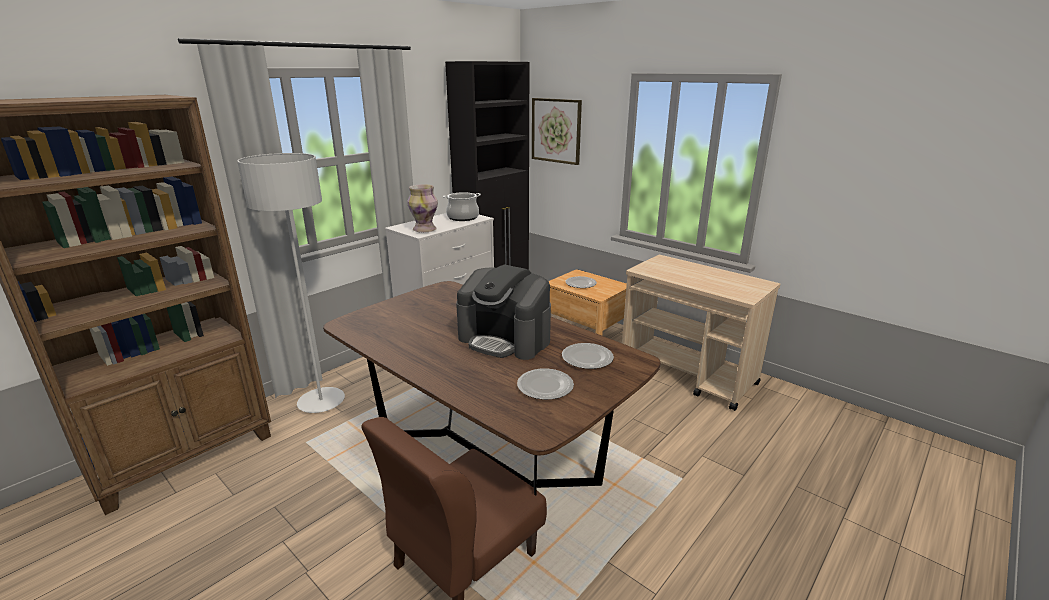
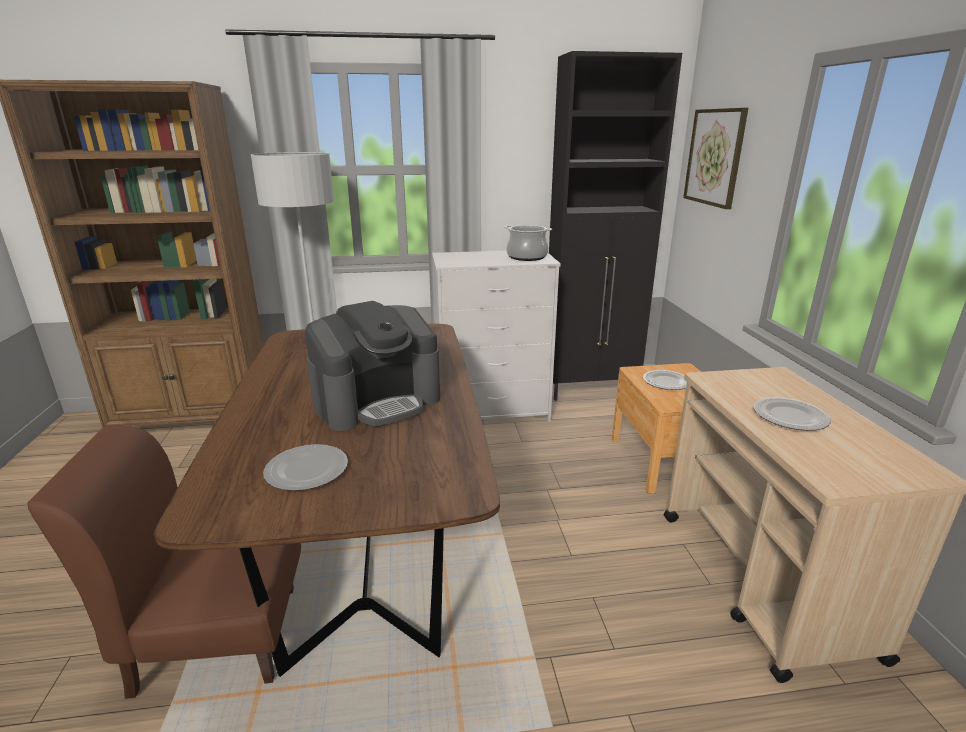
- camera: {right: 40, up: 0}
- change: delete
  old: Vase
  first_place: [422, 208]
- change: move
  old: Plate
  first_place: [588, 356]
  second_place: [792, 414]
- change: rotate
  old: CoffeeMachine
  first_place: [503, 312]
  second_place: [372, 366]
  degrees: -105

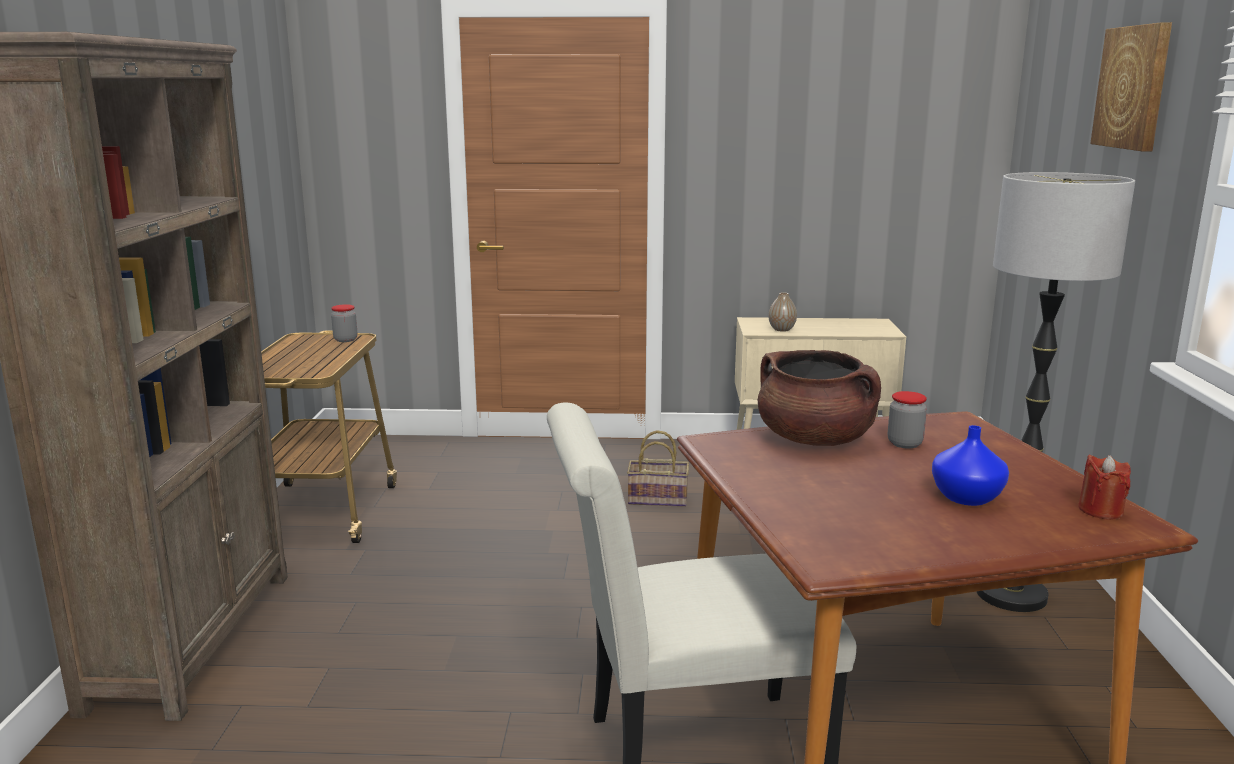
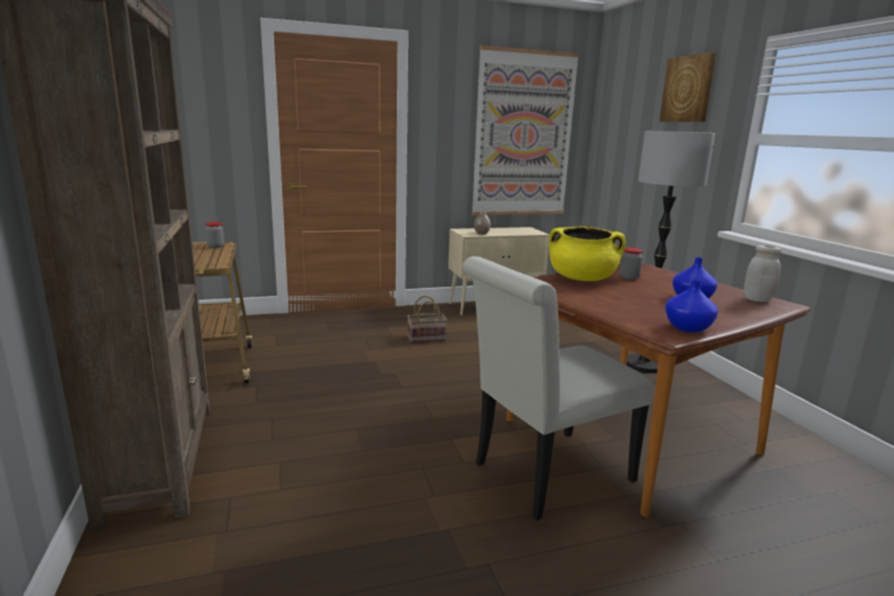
- camera: {right: -20, up: 0}
- change: insert
  new: Picture
  second_place: [525, 130]
- change: insert
  new: BlueVase
  second_place: [691, 305]
- change: replace
  old: RedCandle
  new: WhiteJar
  first_place: [1104, 487]
  second_place: [762, 273]
- change: recolor
  old: BrownCookingPot
  new: YellowCookingPot
  first_place: [819, 398]
  second_place: [587, 253]

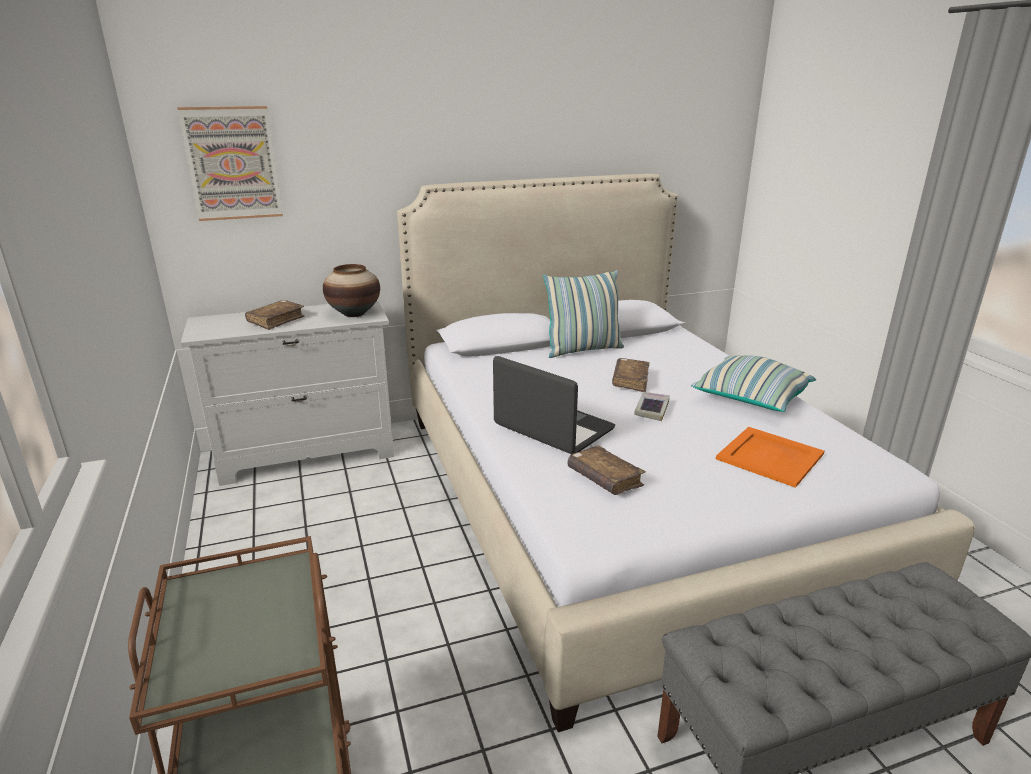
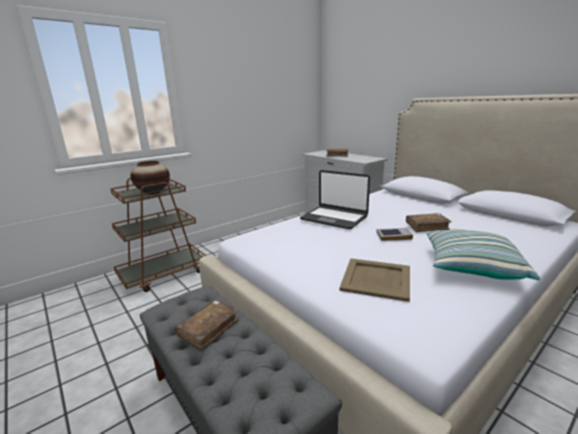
- camera: {right: 70, up: -5}
- change: delete
  old: Picture
  first_place: [230, 163]
- change: delete
  old: Pillow
  first_place: [583, 314]
- change: move
  old: Vase
  first_place: [351, 290]
  second_place: [150, 178]
- change: move
  old: BrownBook
  first_place: [606, 470]
  second_place: [207, 326]
- change: recolor
  old: OrangeTray
  new: BeigeTray
  first_place: [770, 457]
  second_place: [374, 280]
- change: rotate
  old: Laptop
  first_place: [554, 405]
  second_place: [335, 199]
  degrees: 105

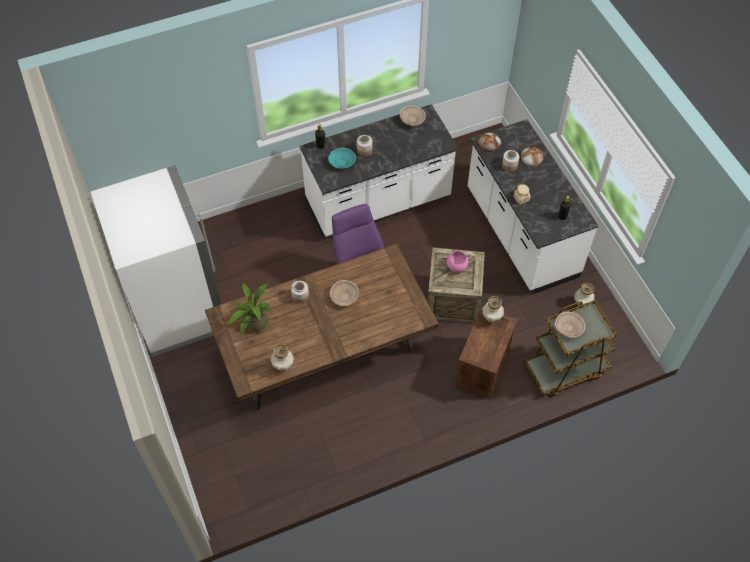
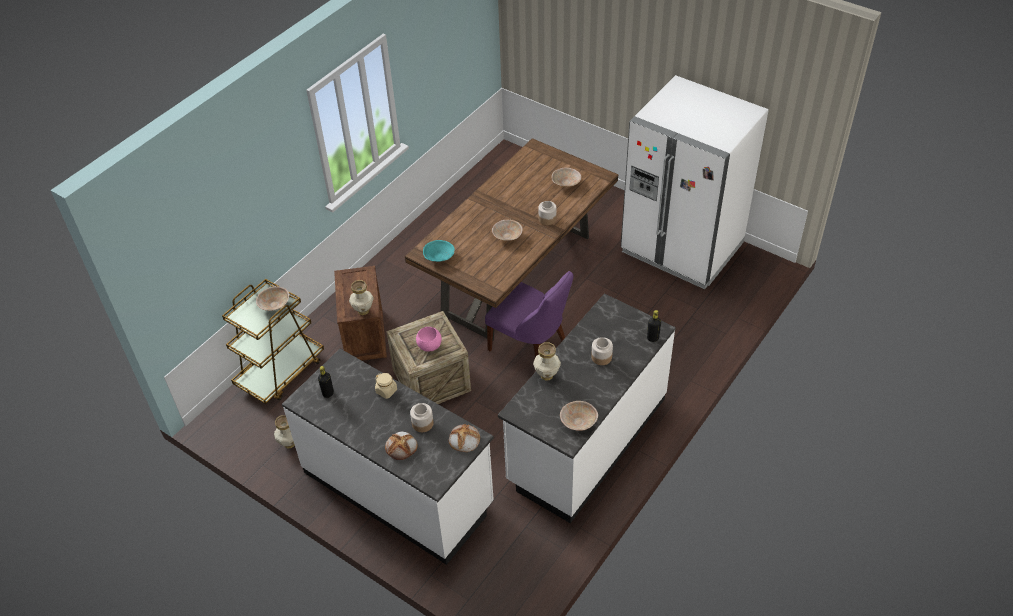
- camera: {right: 150, up: -10}
- change: move
  old: Vase
  first_place: [282, 358]
  second_place: [547, 361]
- change: move
  old: TurquoiseBowl
  first_place: [342, 158]
  second_place: [439, 251]
- change: replace
  old: PottedPlant
  new: BeigeBowl
  first_place: [250, 309]
  second_place: [567, 177]

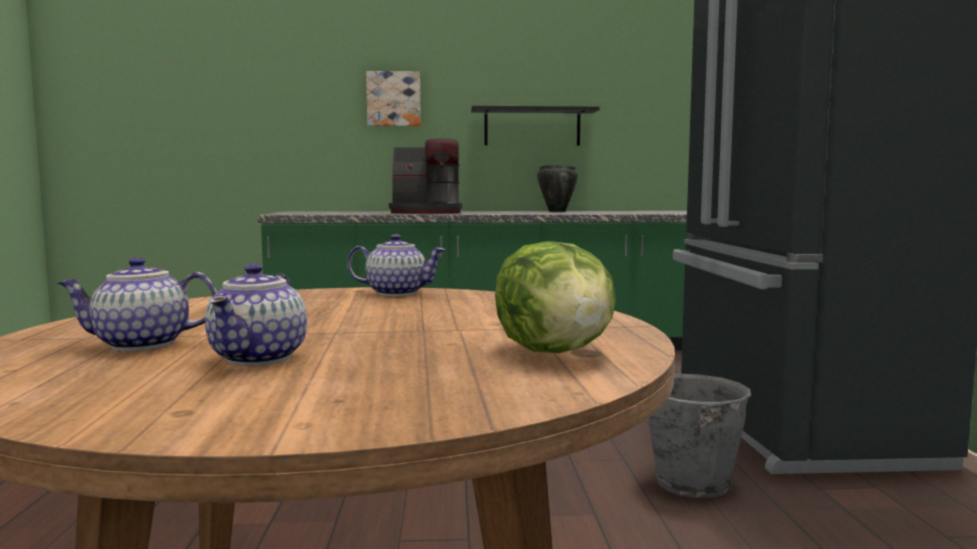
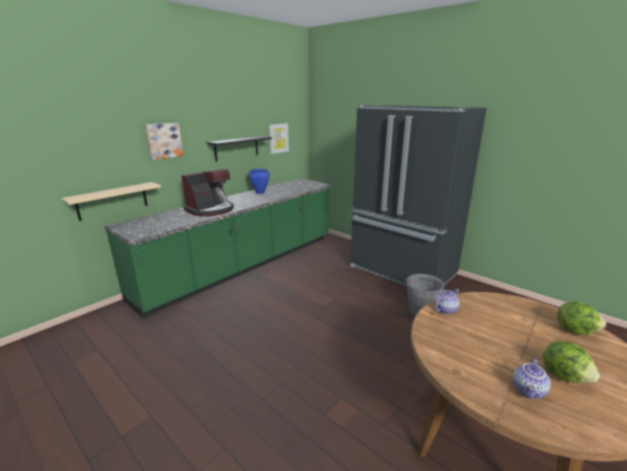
- camera: {right: -45, up: 15}
- change: insert
  new: BeigeShelf
  second_place: [111, 201]
- change: insert
  new: Picture
  second_place: [279, 138]
- change: replace
  old: Teapot
  new: Lettuce
  first_place: [256, 314]
  second_place: [571, 362]
- change: recolor
  old: BlackCookingPot
  new: BlueCookingPot
  first_place: [557, 188]
  second_place: [259, 181]

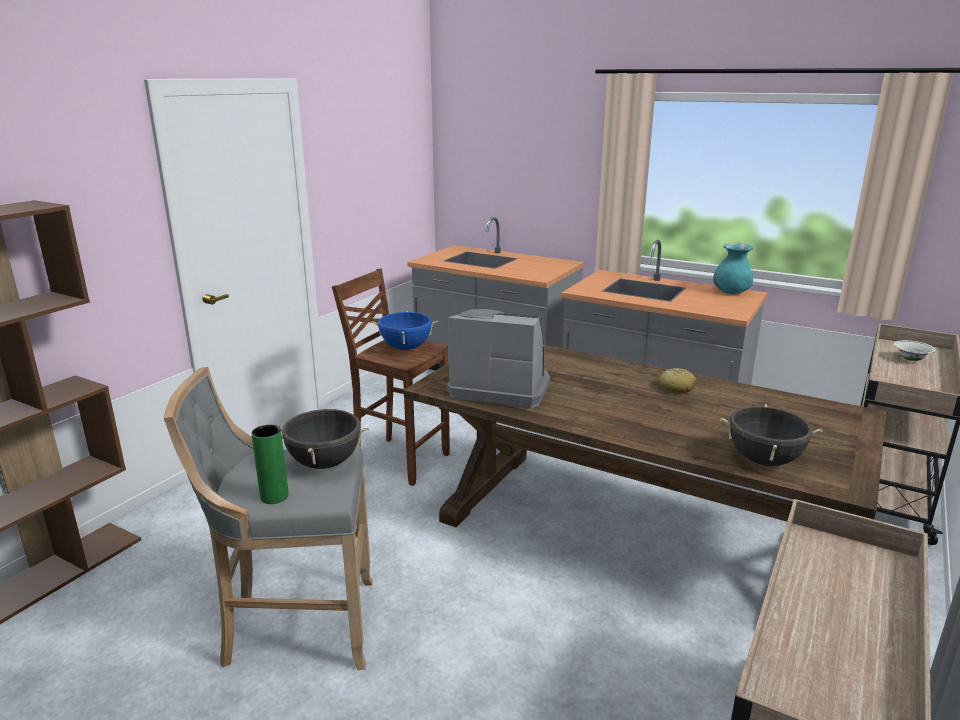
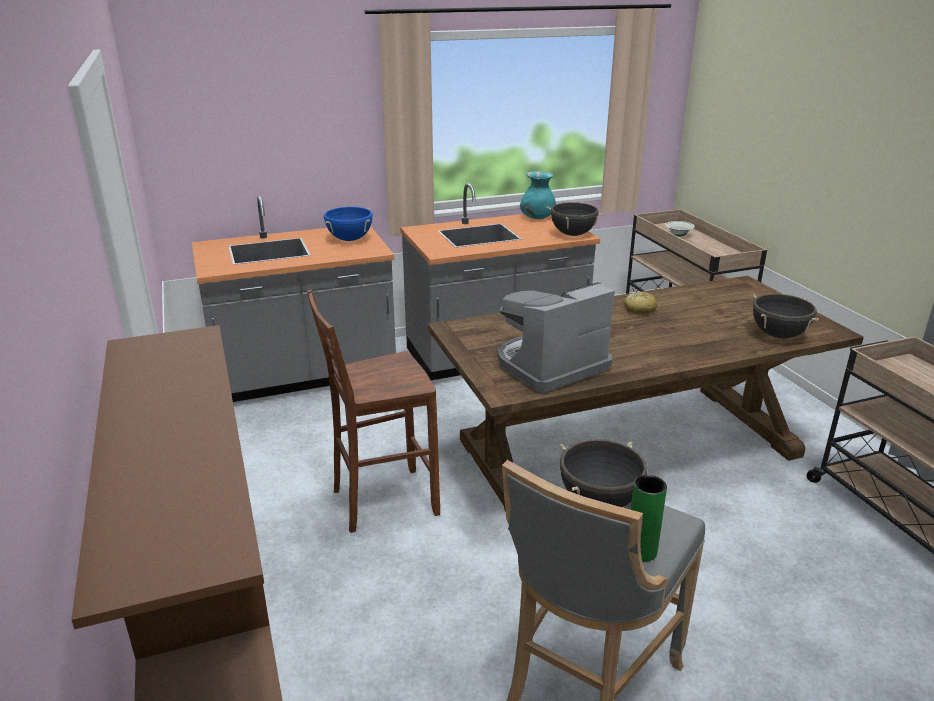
- camera: {right: -50, up: 5}
- change: insert
  new: BlackCookingPot
  second_place: [575, 219]
- change: move
  old: BlueCookingPot
  first_place: [405, 330]
  second_place: [348, 224]

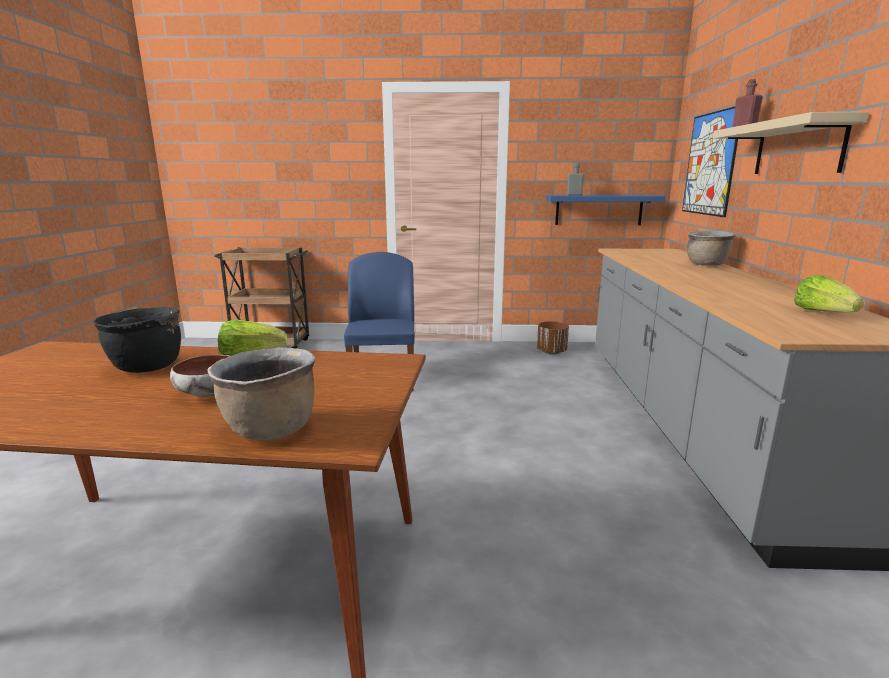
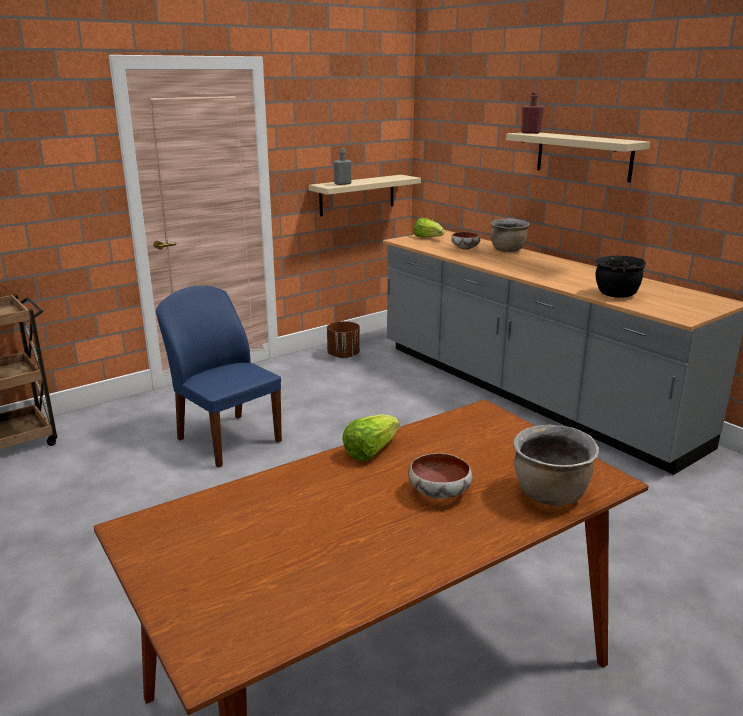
- camera: {right: -40, up: 5}
- change: delete
  old: Picture
  first_place: [710, 161]
- change: insert
  new: Bowl
  second_place: [465, 240]
- change: move
  old: BlackCookingPot
  first_place: [137, 340]
  second_place: [620, 276]
- change: move
  old: Lettuce
  first_place: [829, 293]
  second_place: [429, 227]
- change: recolor
  old: BlueShelf
  new: BeigeShelf
  first_place: [605, 210]
  second_place: [365, 195]

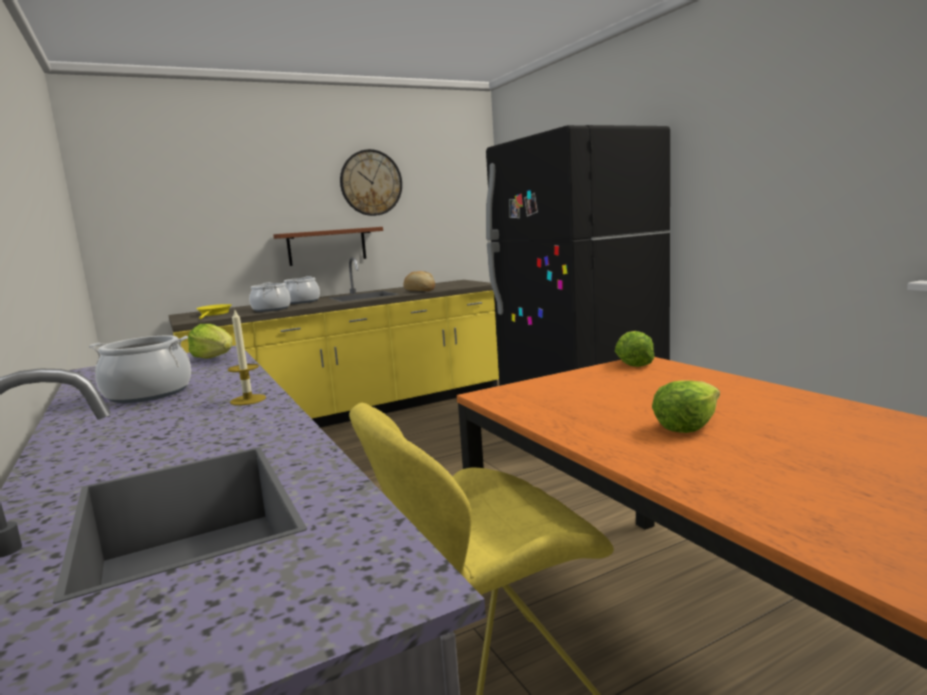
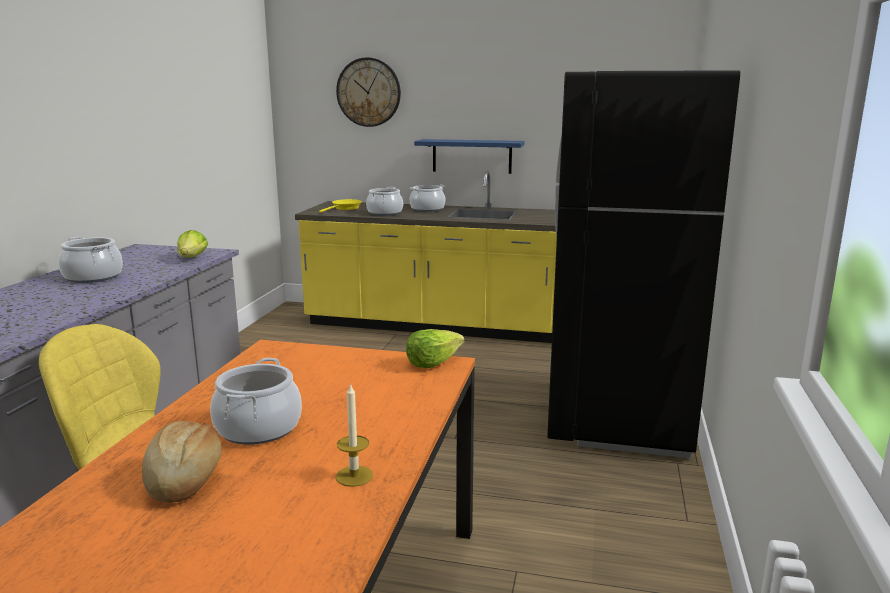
- camera: {right: 40, up: 5}
- change: move
  old: Candle
  first_place: [247, 356]
  second_place: [354, 435]
- change: move
  old: WallClock
  first_place: [371, 182]
  second_place: [368, 92]
- change: move
  old: Bread
  first_place: [419, 281]
  second_place: [182, 462]
- change: replace
  old: Lettuce
  new: CookingPot
  first_place: [686, 406]
  second_place: [256, 401]
- change: recolor
  old: BrownShelf
  new: BlueShelf
  first_place: [328, 246]
  second_place: [469, 156]

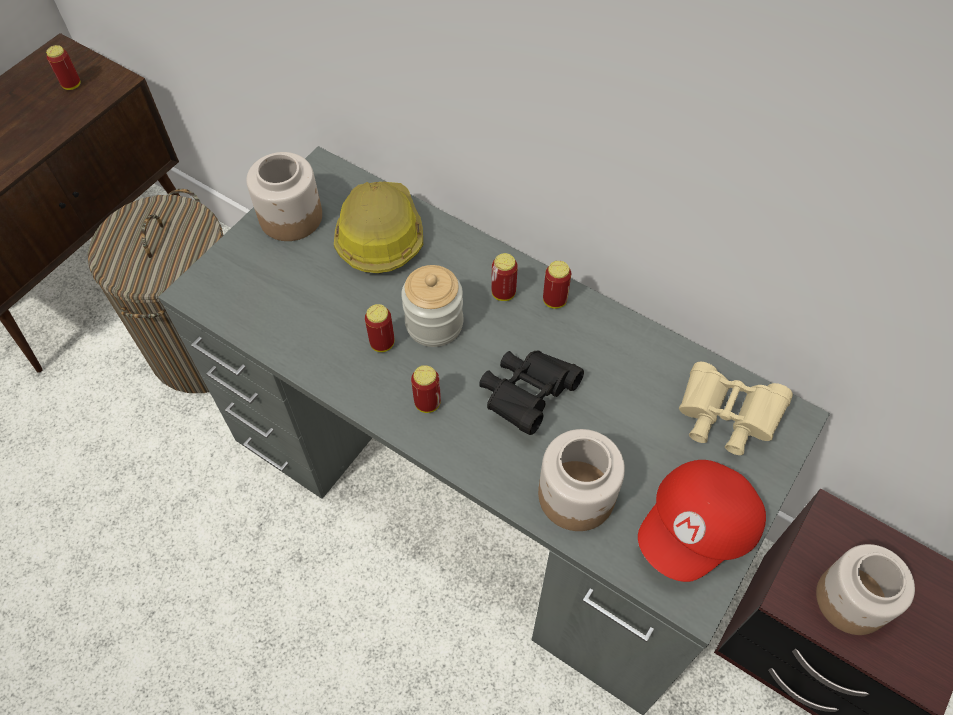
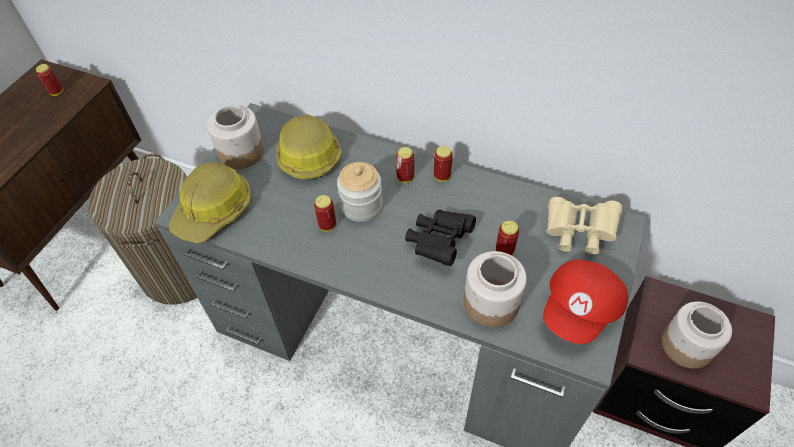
- camera: {right: -10, up: -5}
- change: insert
  new: HardHat
  second_place: [210, 203]
- change: move
  old: Can
  first_place: [426, 389]
  second_place: [507, 238]

